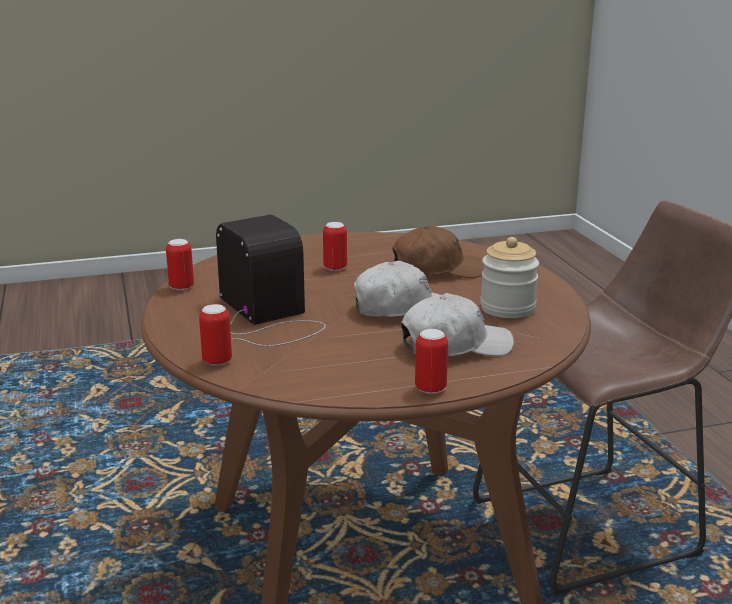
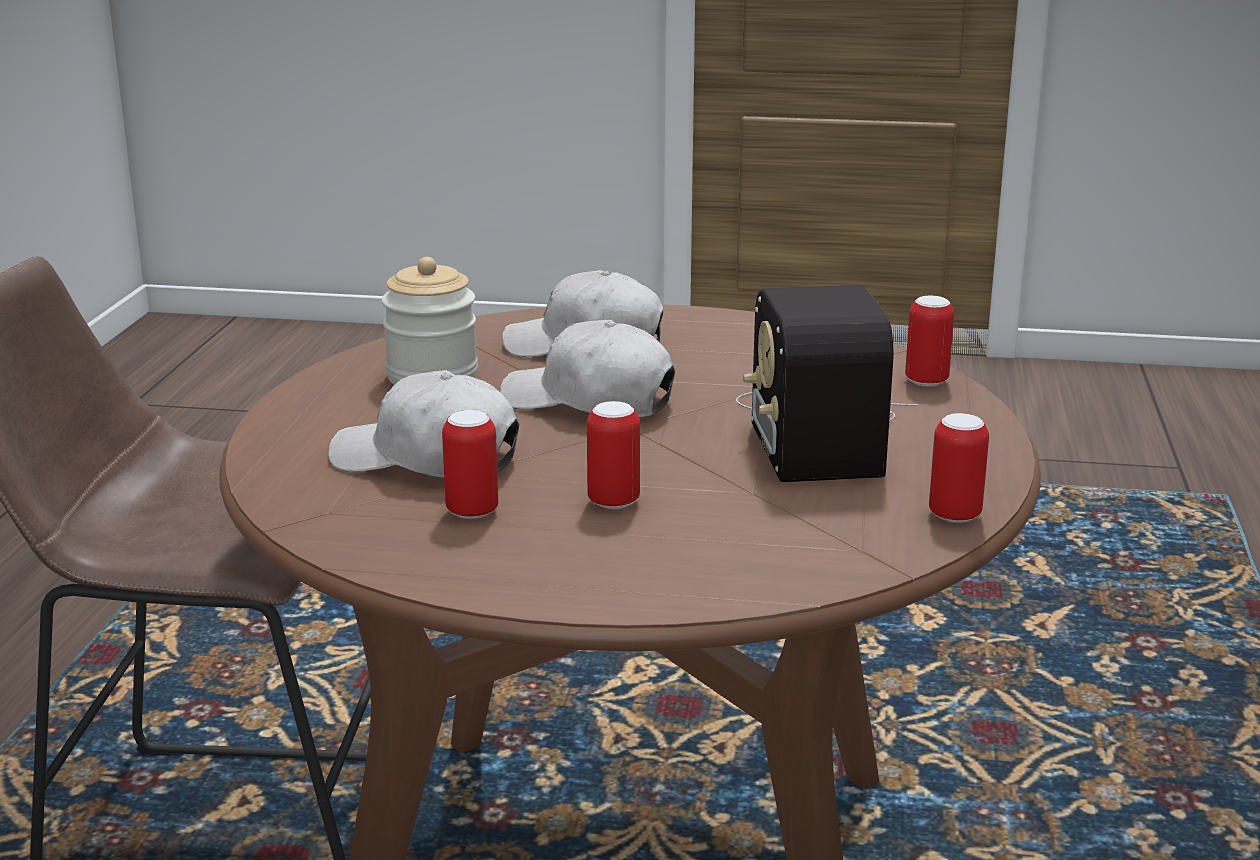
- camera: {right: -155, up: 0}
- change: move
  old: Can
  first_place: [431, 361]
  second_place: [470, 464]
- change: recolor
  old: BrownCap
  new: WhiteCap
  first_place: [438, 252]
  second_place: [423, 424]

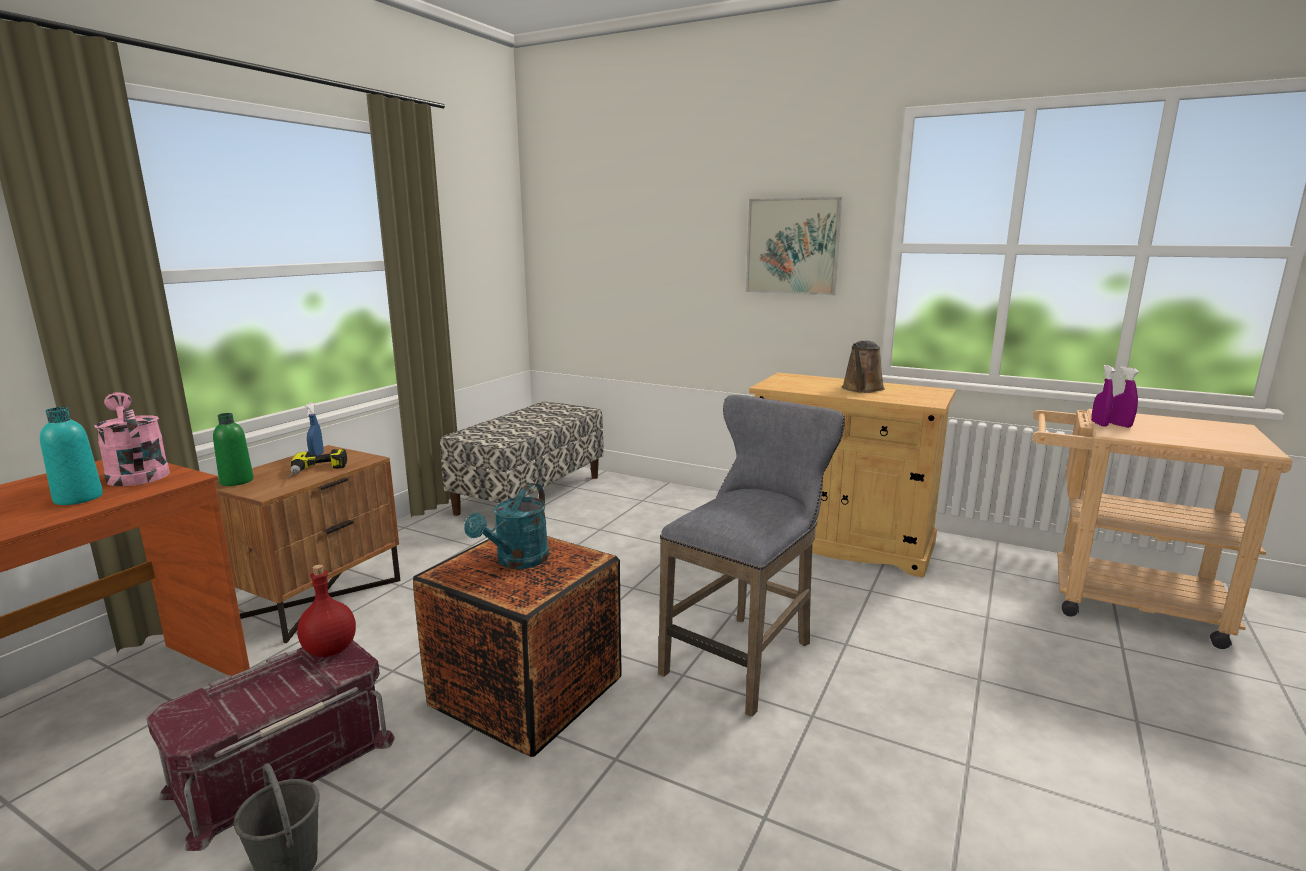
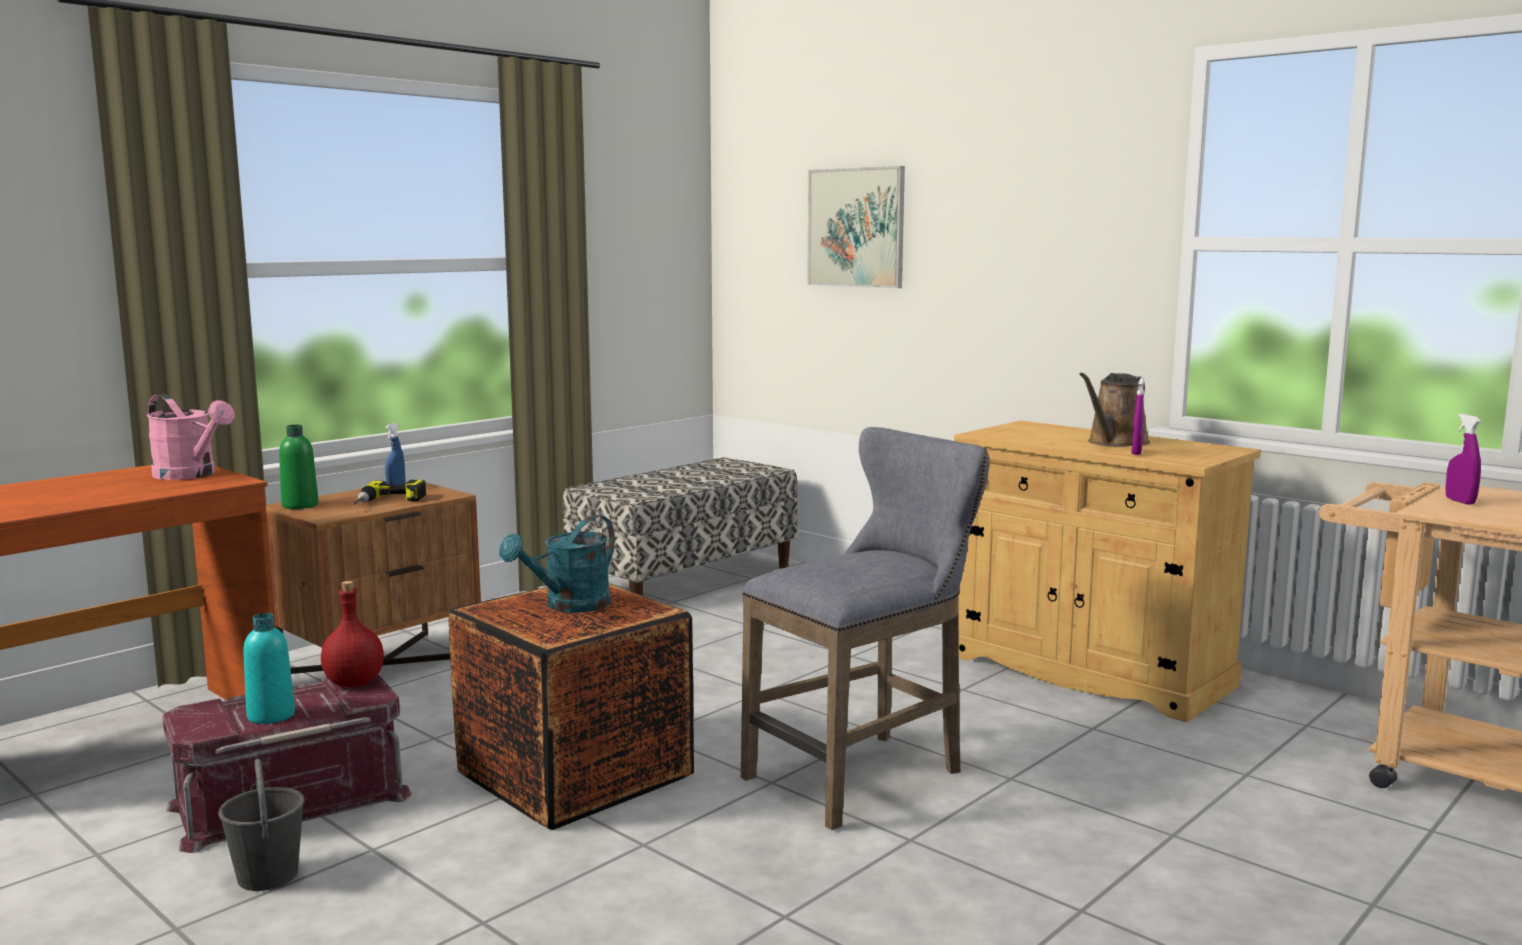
- camera: {right: 15, up: -5}
- change: move
  old: TurquoiseBottle
  first_place: [71, 456]
  second_place: [269, 668]
- change: move
  old: Picture
  first_place: [794, 246]
  second_place: [856, 227]
- change: move
  old: PurpleSprayBottle
  first_place: [1103, 396]
  second_place: [1138, 416]
- change: rotate
  old: PinkWateringCan
  first_place: [132, 439]
  second_place: [191, 437]
  degrees: 150

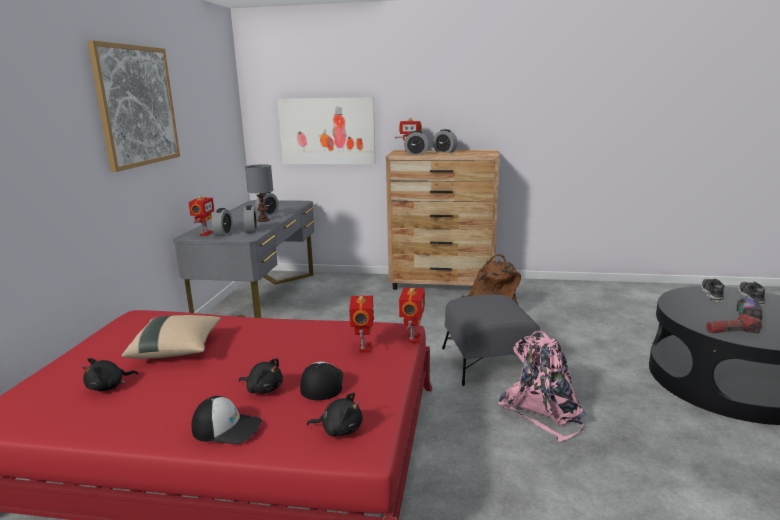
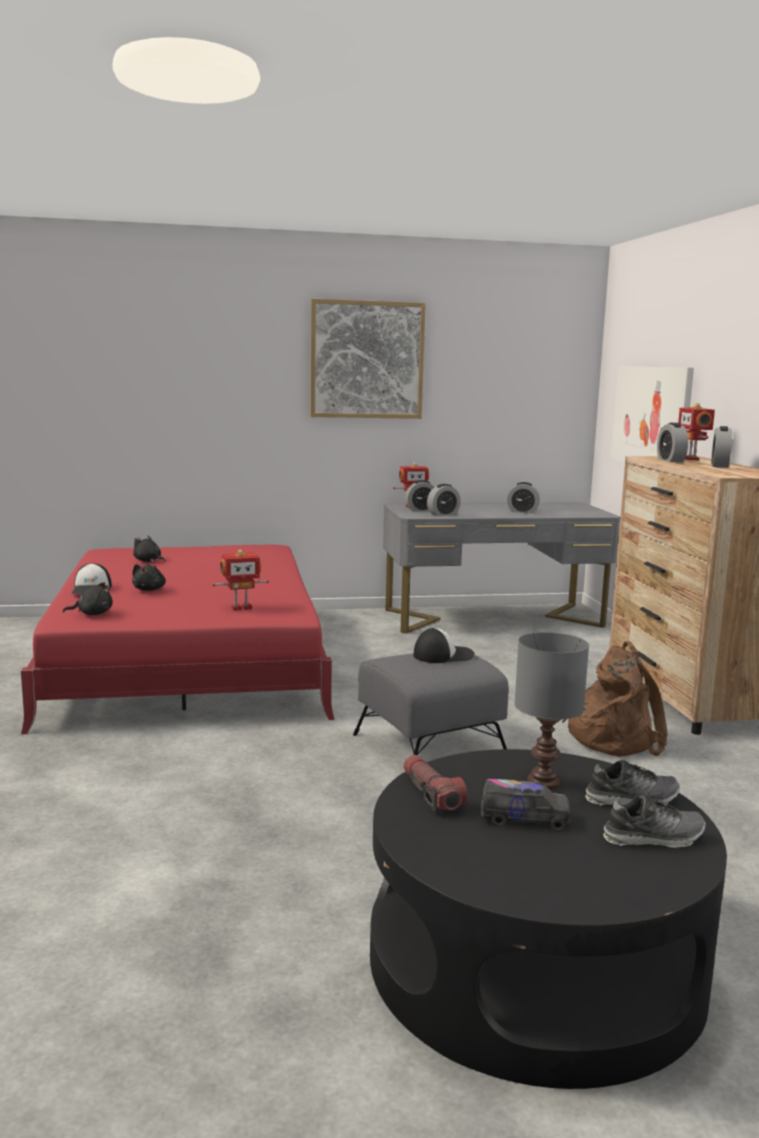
- camera: {right: 70, up: -5}
- change: delete
  old: BeigePillow
  first_place: [171, 337]
- change: delete
  old: ToyRobot
  first_place: [412, 315]
- change: delete
  old: PinkBackpack
  first_place: [542, 386]
- change: move
  old: GreyTableLamp
  first_place: [259, 193]
  second_place: [551, 711]
- change: move
  old: Cap
  first_place: [321, 380]
  second_place: [444, 645]
- change: rotate
  old: BlackPlushToy
  first_place: [335, 415]
  second_place: [88, 598]
  degrees: -90

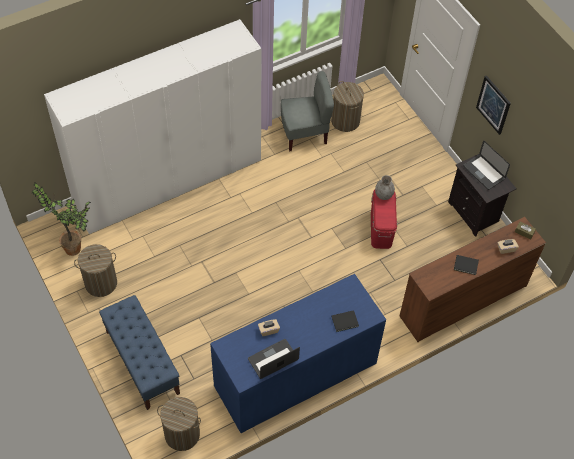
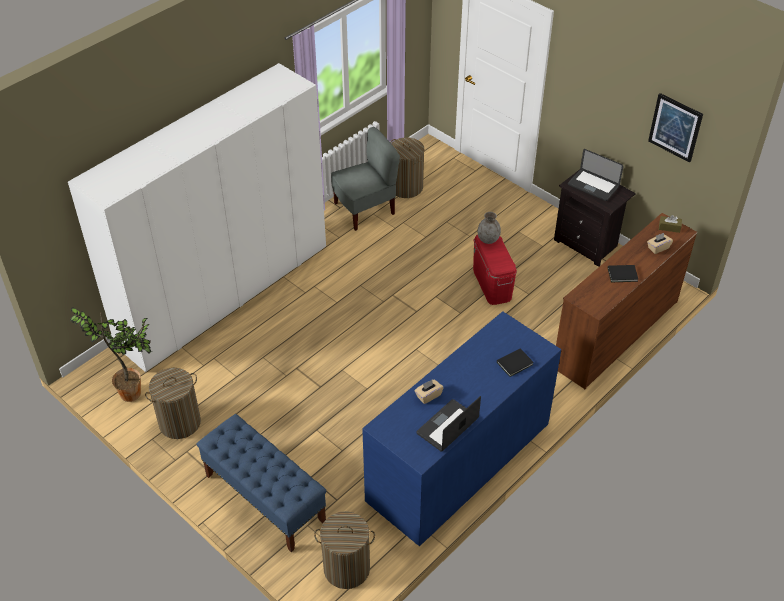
- camera: {right: -15, up: -10}
- change: move
  old: Picture
  first_place: [493, 105]
  second_place: [675, 128]

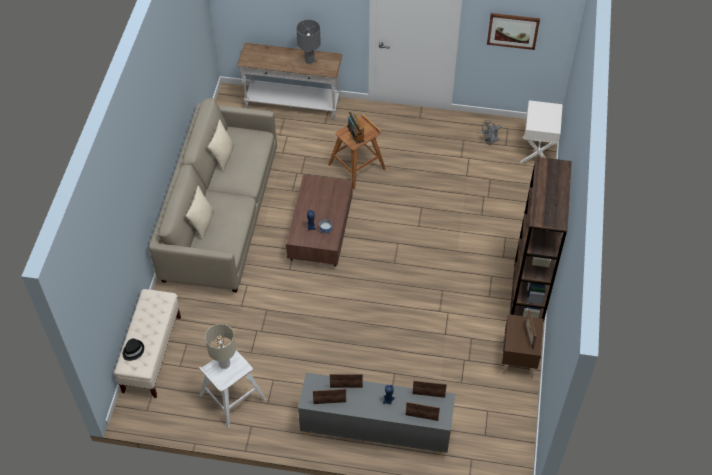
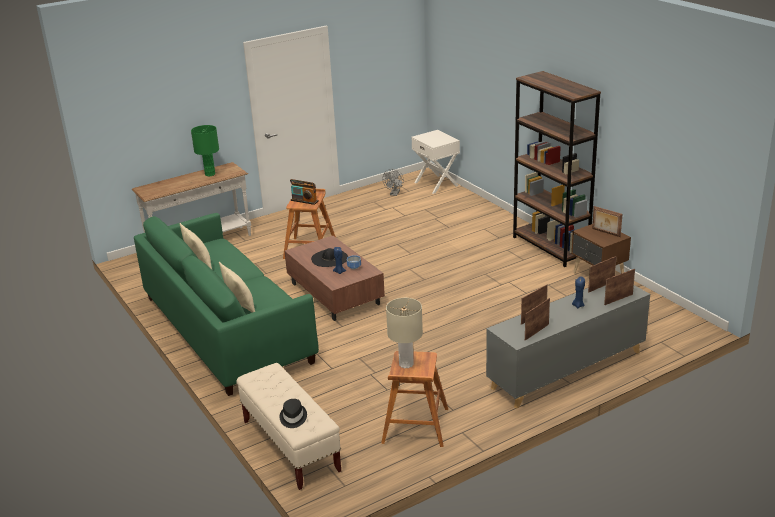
- camera: {right: -40, up: -25}
- change: delete
  old: Picture
  first_place: [513, 31]
- change: insert
  new: BlackHat
  second_place: [329, 257]
- change: recolor
  old: BeigeSofa
  new: GreenSofa
  first_place: [213, 195]
  second_place: [226, 304]
- change: recolor
  old: WhiteStool
  new: BrownStool
  first_place: [233, 389]
  second_place: [414, 399]
- change: recolor
  old: GreyTableLamp
  new: GreenTableLamp
  first_place: [308, 41]
  second_place: [205, 150]

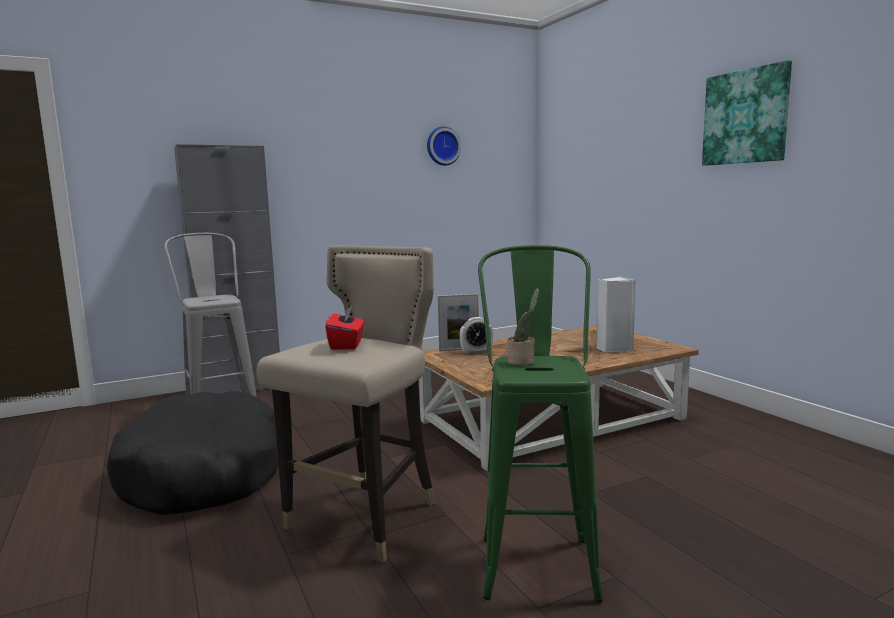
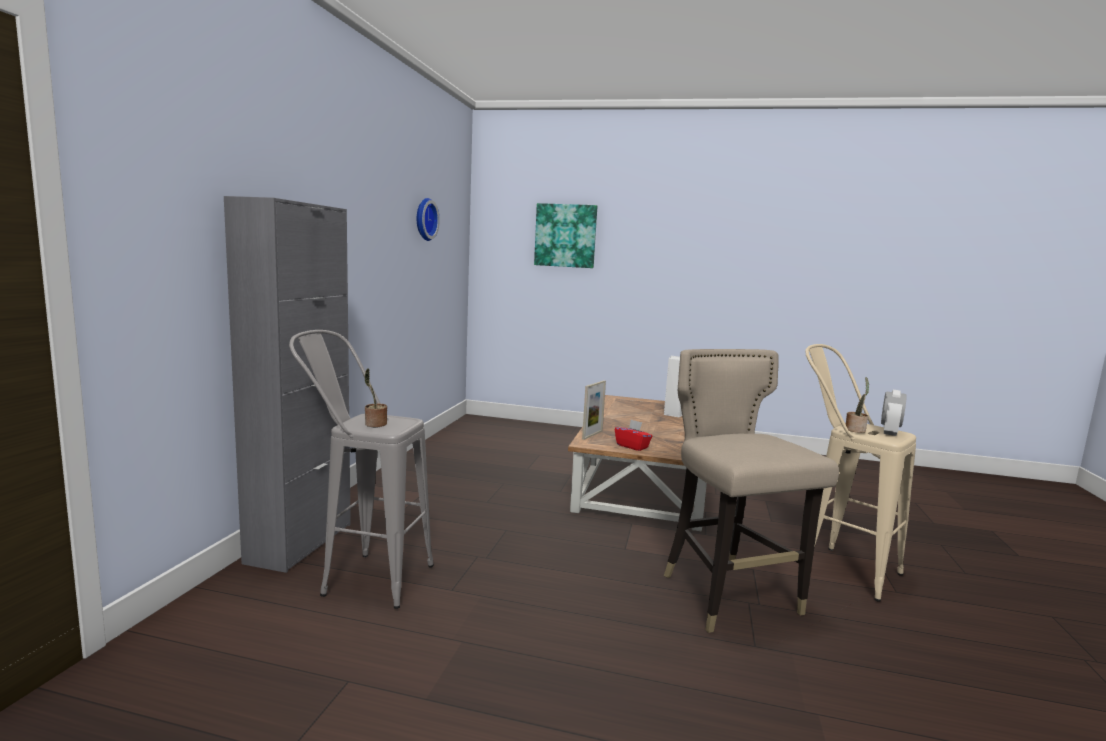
- camera: {right: -50, up: 0}
- change: delete
  old: BlackDogBed
  first_place: [192, 453]
- change: insert
  new: PottedPlant
  second_place: [376, 397]
- change: move
  old: RedTissueBox
  first_place: [345, 327]
  second_place: [634, 435]
- change: move
  old: AlarmClock
  first_place: [476, 335]
  second_place: [894, 413]
- change: move
  old: Picture
  first_place: [747, 113]
  second_place: [565, 235]
- change: recolor
  old: GreenStool
  new: BeigeStool
  first_place: [540, 424]
  second_place: [860, 473]

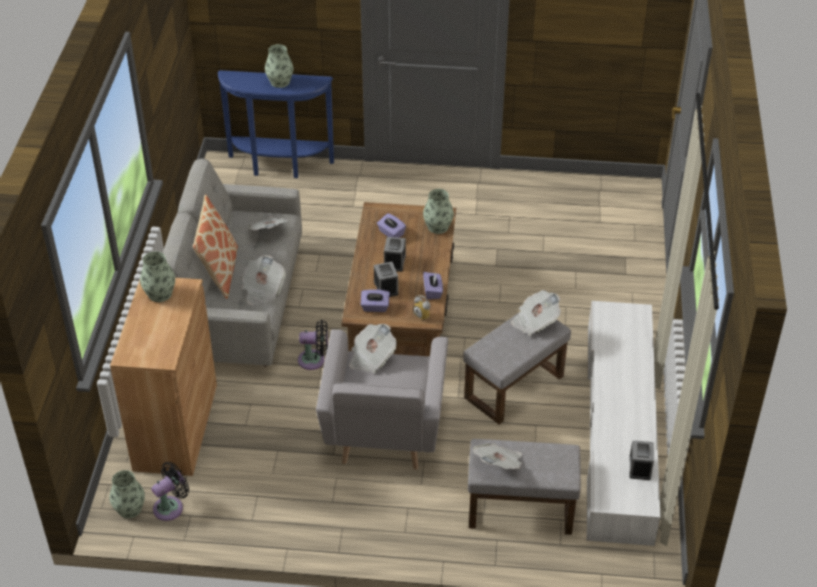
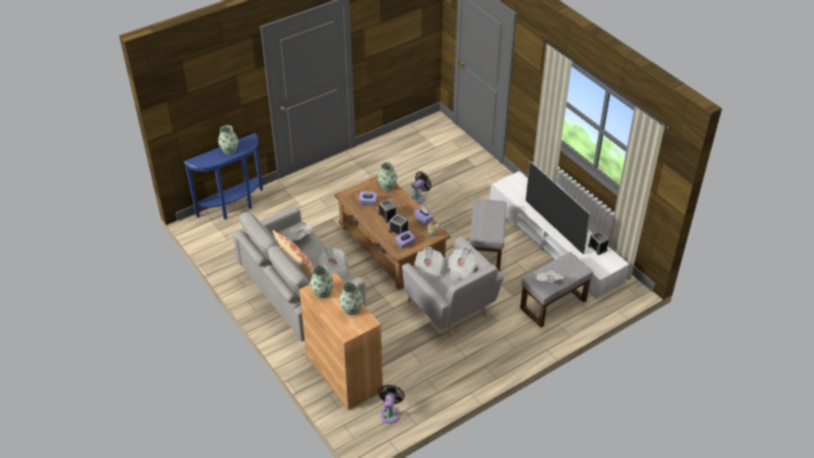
- camera: {right: -40, up: 0}
- change: insert
  new: Television
  second_place: [558, 207]
- change: move
  old: Vase
  first_place: [127, 494]
  second_place: [351, 298]
- change: move
  old: BlackFan
  first_place: [313, 345]
  second_place: [421, 187]
- change: move
  old: Newspaper
  first_place: [536, 313]
  second_place: [462, 263]

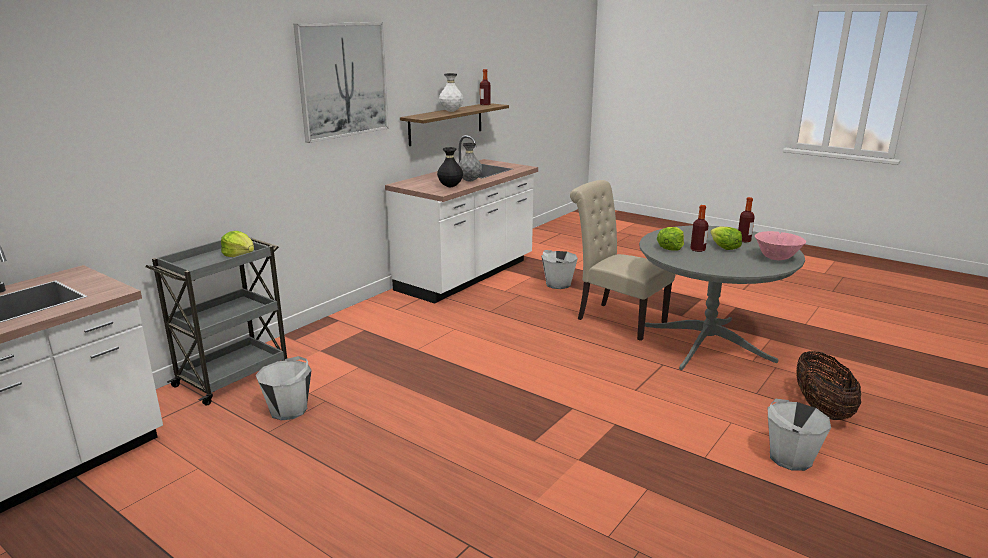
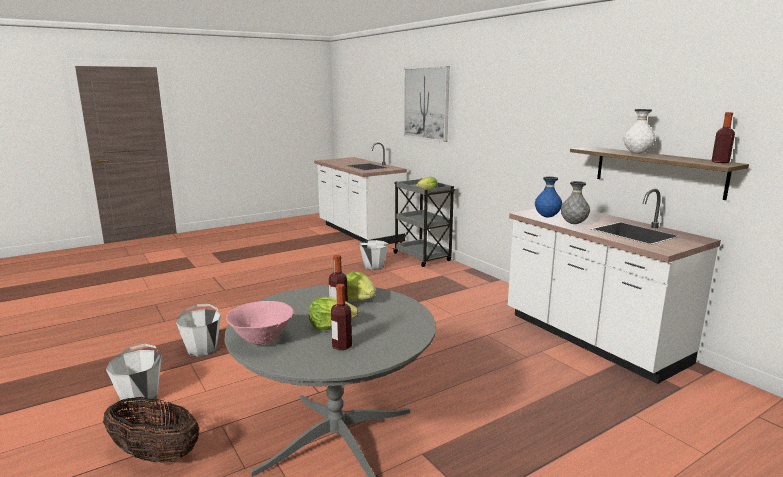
- camera: {right: 110, up: -5}
- change: delete
  old: BeigeChair
  first_place: [623, 260]
- change: move
  old: Picture
  first_place: [341, 82]
  second_place: [427, 104]
- change: move
  old: WhiteBucket
  first_place: [559, 269]
  second_place: [198, 330]
- change: recolor
  old: BlackVase
  new: BlueVase
  first_place: [450, 167]
  second_place: [548, 196]

